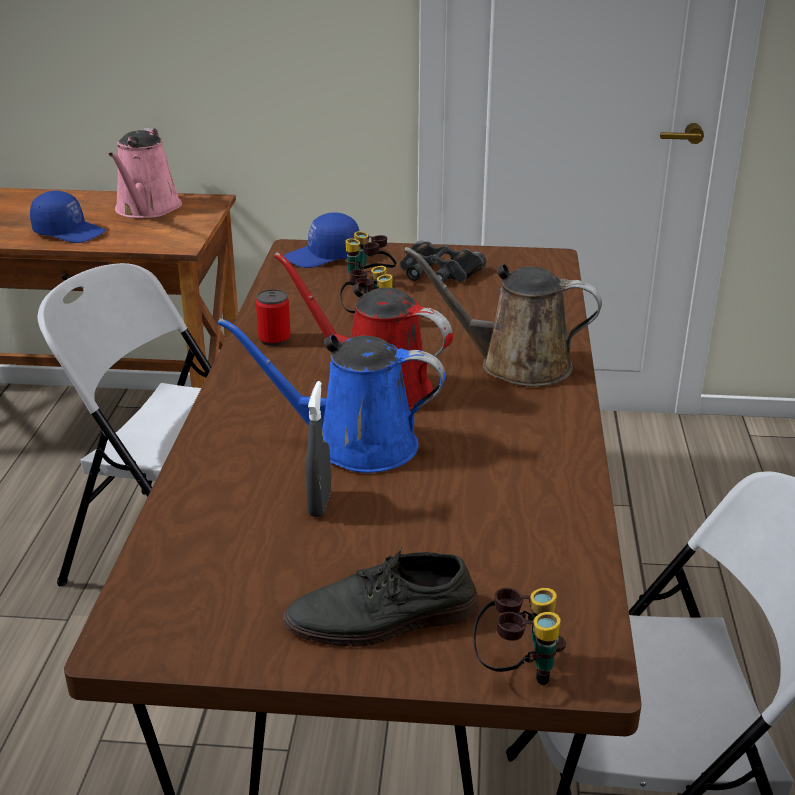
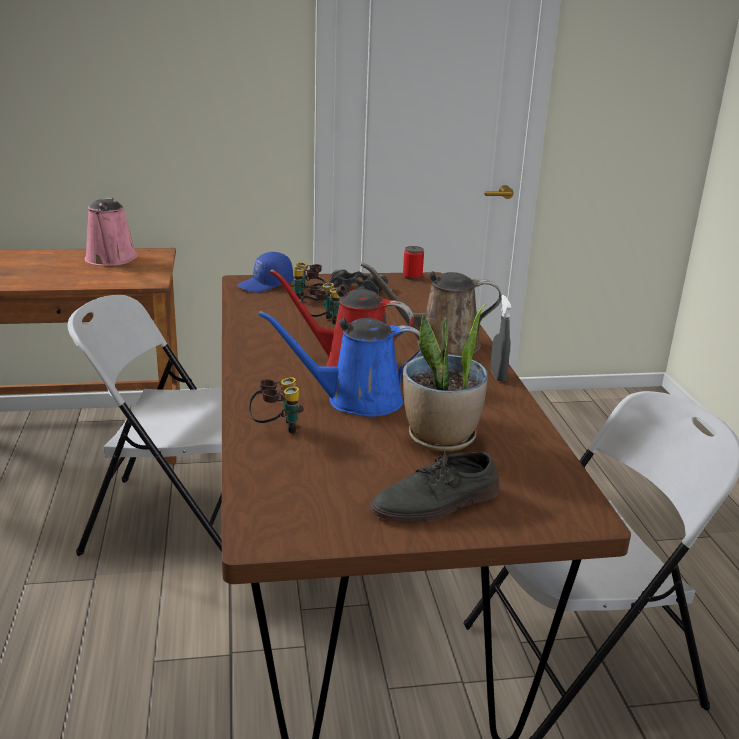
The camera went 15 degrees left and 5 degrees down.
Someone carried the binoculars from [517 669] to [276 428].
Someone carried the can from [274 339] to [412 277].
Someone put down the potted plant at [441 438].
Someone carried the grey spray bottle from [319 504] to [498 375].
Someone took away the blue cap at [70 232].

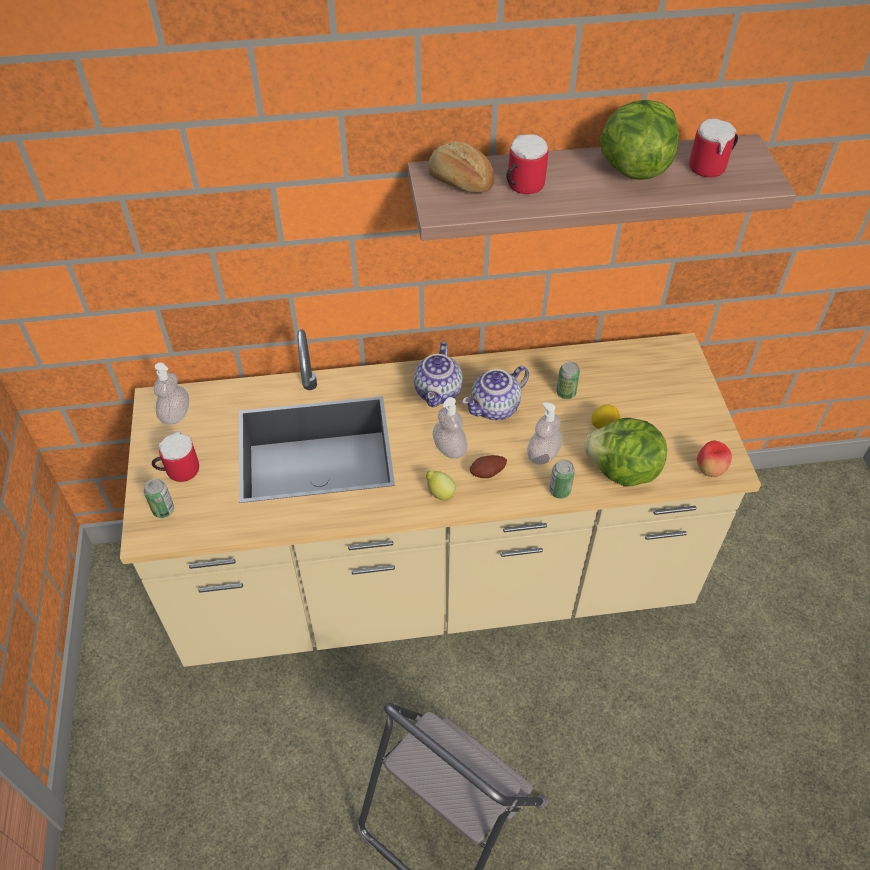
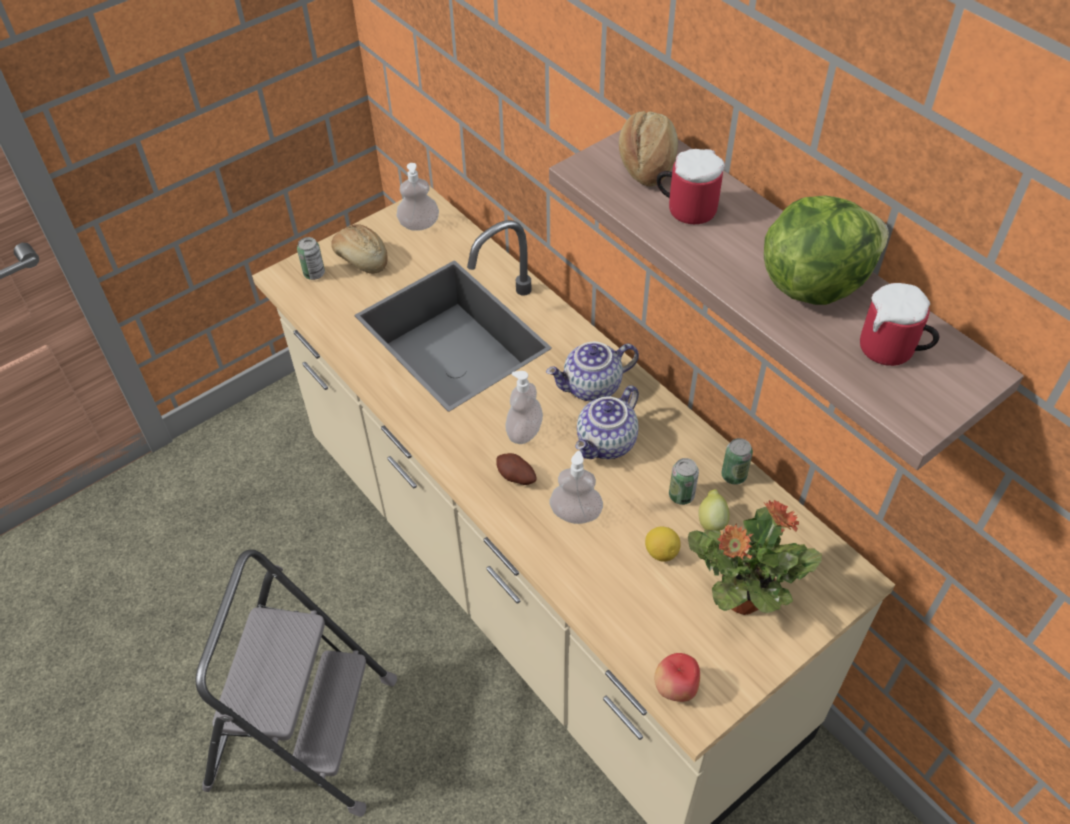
The camera went 60 degrees right and 0 degrees up.
Someone swapped the mug at [178 470] for the bread at [361 259].
Someone rotated the teapot at [495 408] by 75 degrees counterclockwise.
Someone put down the potted plant at [741 597].
Someone carried the lemon from [440 493] to [711 521].
Someone carried the can from [559 491] to [733 475].
Someone took away the lettuce at [622 472].

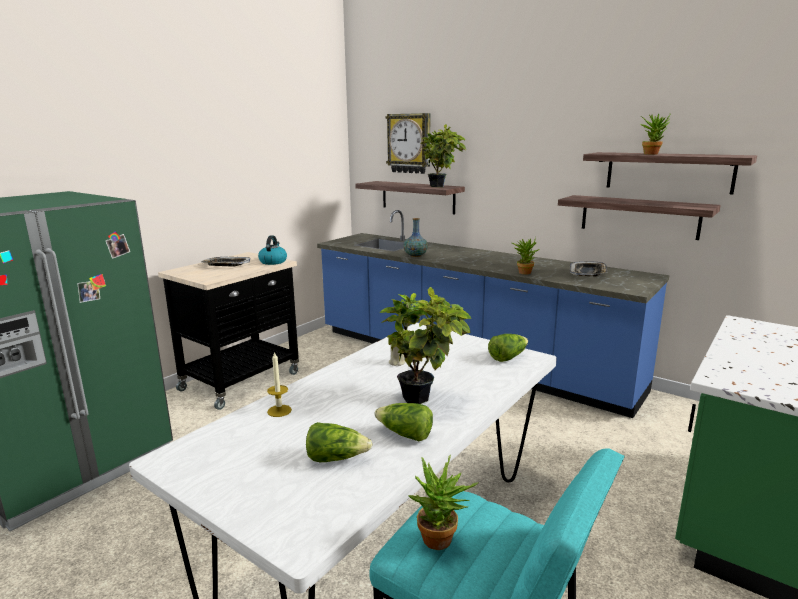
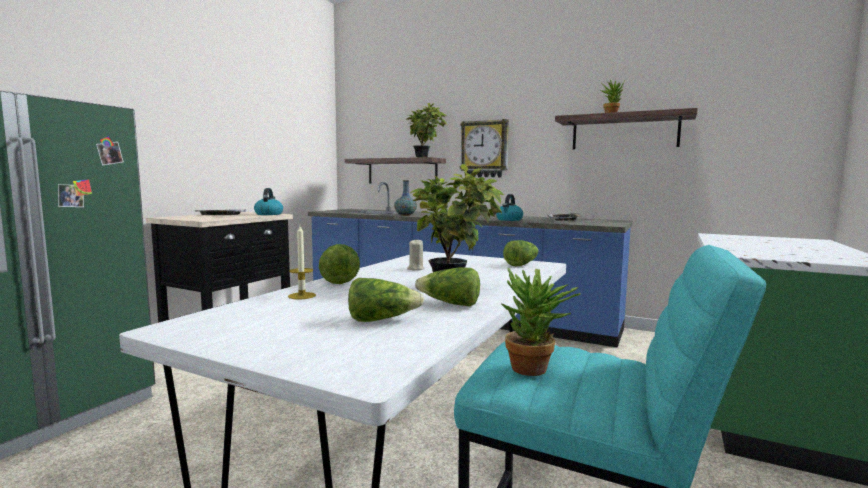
The camera went 10 degrees left and 10 degrees down.
Someone put down the lettuce at [340 280].
Someone carried the wall clock from [409 143] to [484 149].
Someone swapped the potted plant at [524 272] for the kettle at [509 220].
Someone took away the shelf at [639 216].

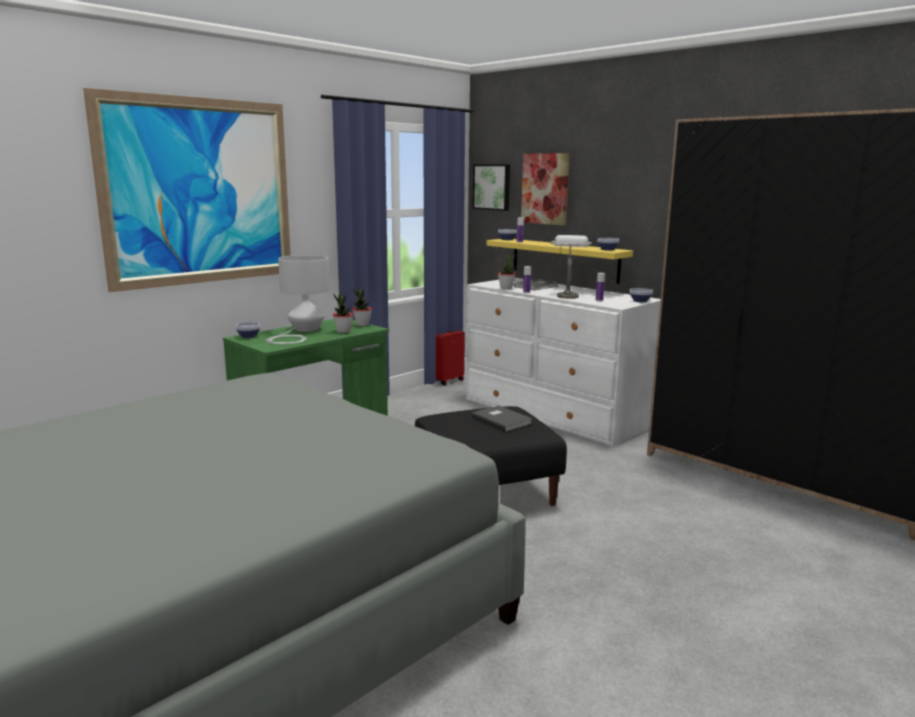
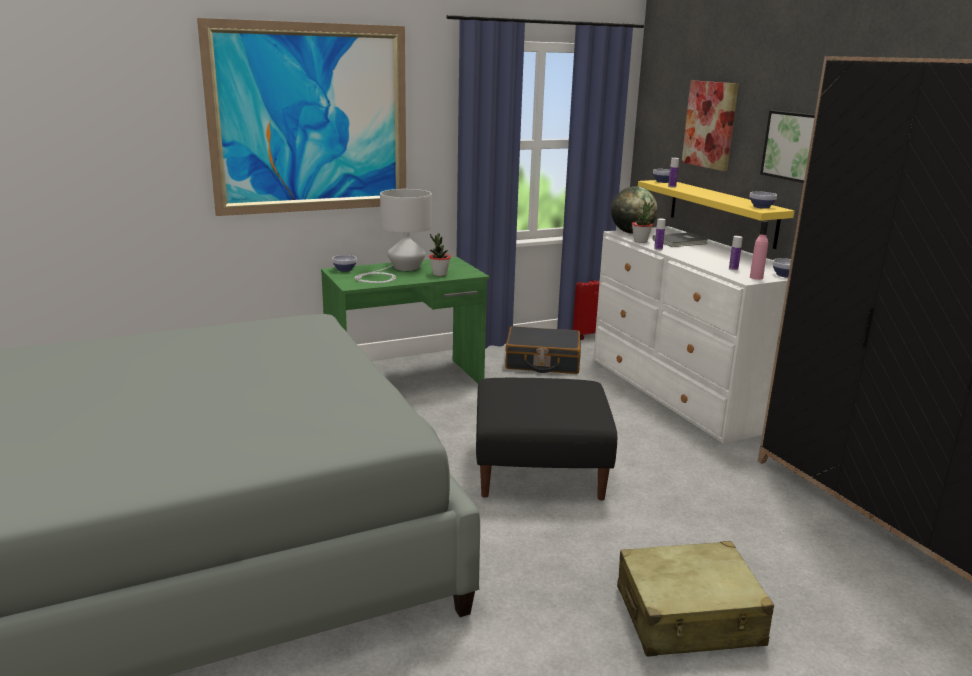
The camera went 20 degrees right and 5 degrees up.
Someone put down the black suitcase at [542 362].
Someone put down the globe at [631 233].
Someone put down the beige suitcase at [689 617].
Someone put down the pink bottle at [756 277].
Someone carried the picture from [492 187] to [794 146].
Someone took away the potted plant at [362 325].
Someone took away the grey book at [502 420].
Someone took away the grey table lamp at [567 295].

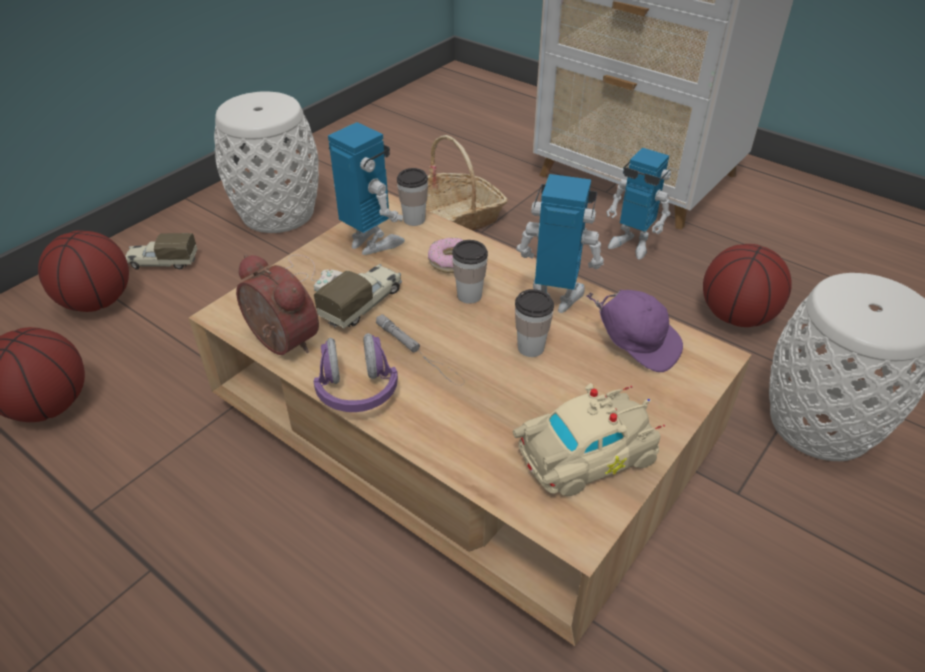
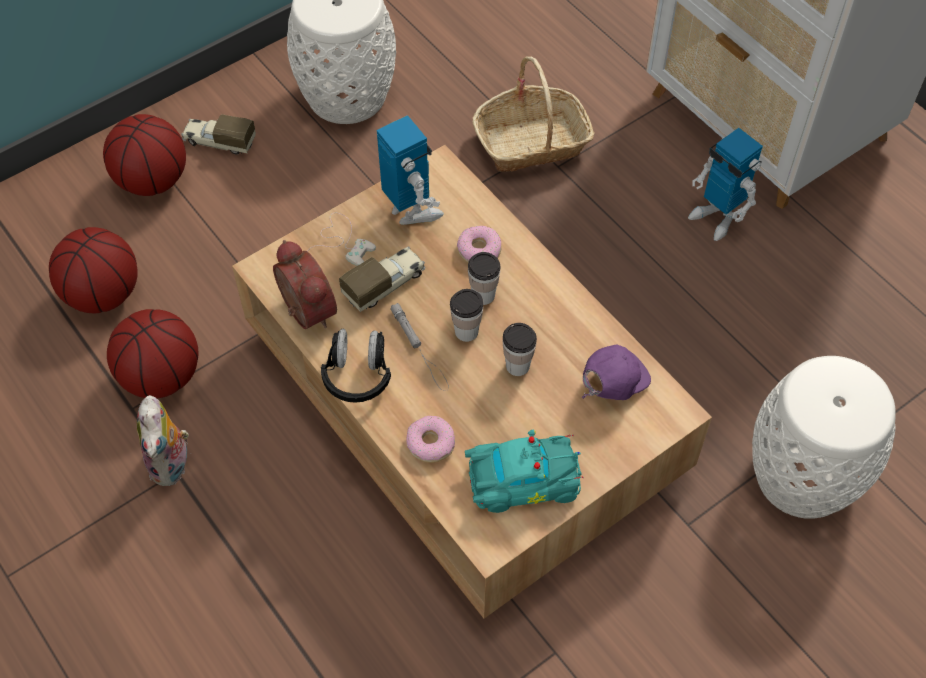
The camera went 15 degrees right and 15 degrees up.
Someone carried the basketball from [737 316] to [162 376].
Someone put down the plush toy at [172 464].
Someone repainted the purple headphones at [357 390], which became the black headphones at [358 375].
Someone put down the donut at [431 443].
Someone carried the cup from [414 219] to [466 332].
Someone repainted the beige toy car at [582 454], which became the turquoise toy car at [520 479].
Someone rotated the purple cap at [636 344] by 90 degrees counterclockwise.
Someone took away the toy robot at [555 298].

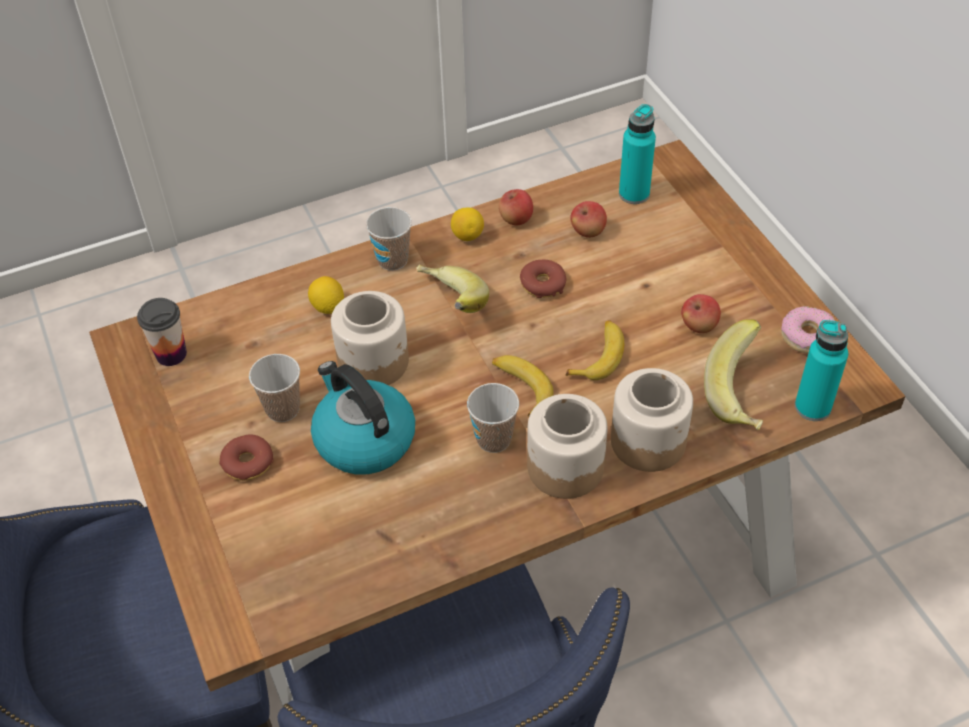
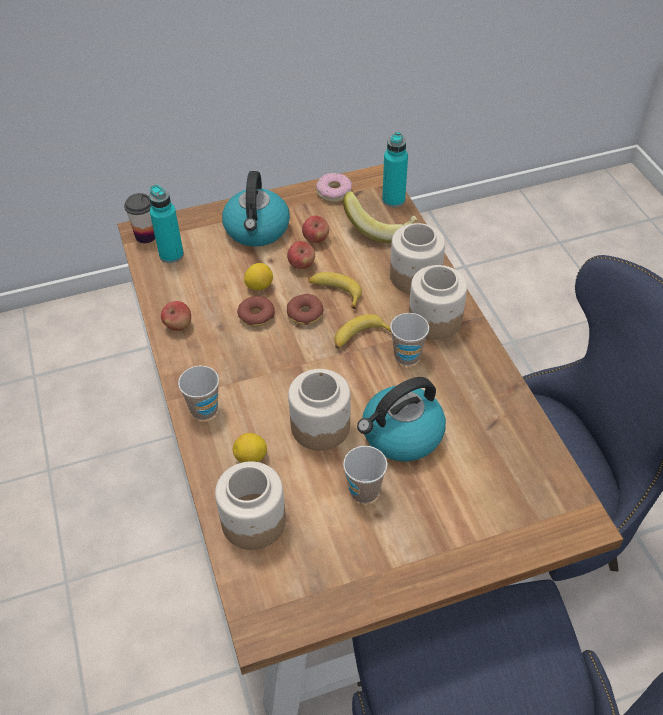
The camera went 85 degrees left and 0 degrees up.
Someone carried the cup from [171 354] to [146 236].
Someone put down the jar at [252 521].
Someone put down the kettle at [257 230].
Someone carried the lemon from [467 236] to [259 286].
Someone carried the apple from [588 232] to [301 265].
Someone carried the donut from [248 463] to [305 314].
Someone took away the banana at [449 305].

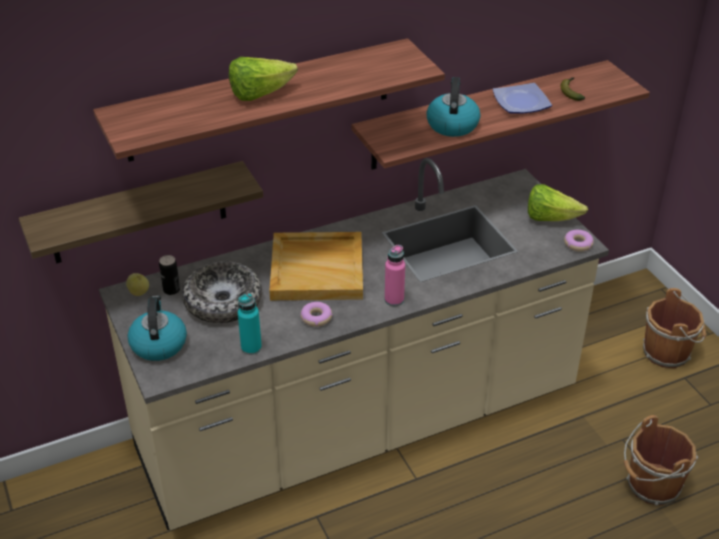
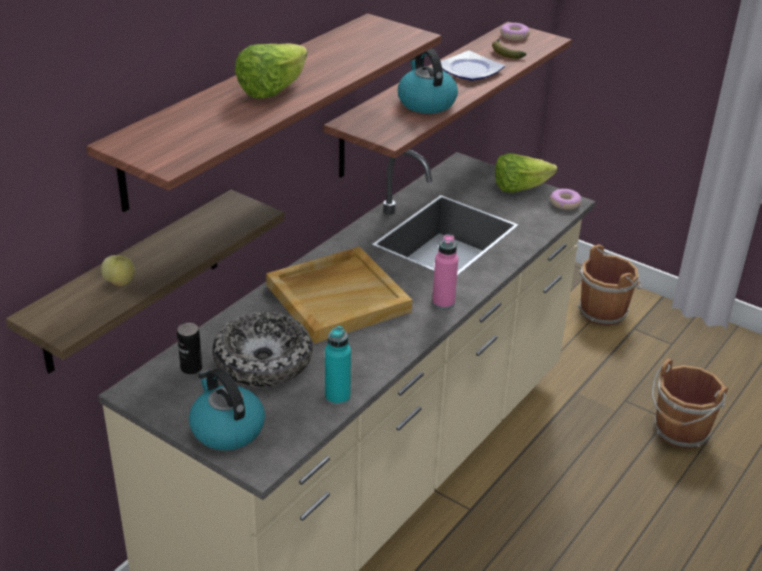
The camera went 30 degrees left and 5 degrees down.
Someone carried the apple from [139 292] to [120 282].
Someone carried the donut from [316 318] to [514 36].

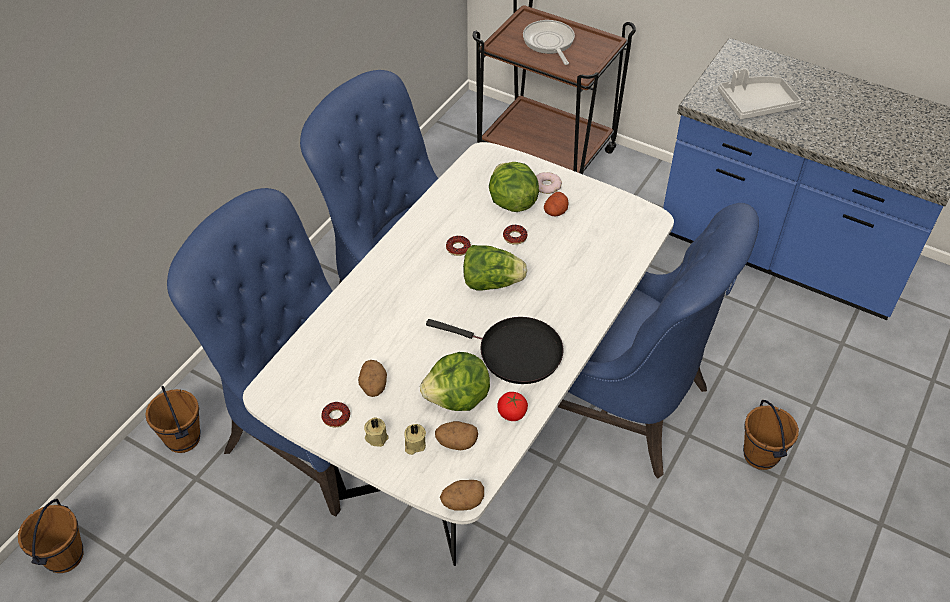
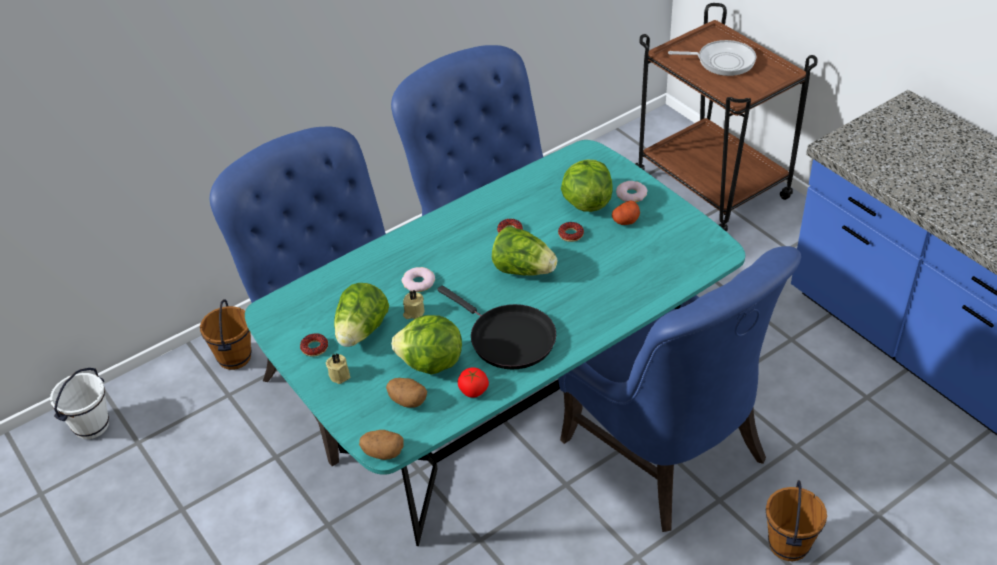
The camera went 25 degrees right and 5 degrees down.
Someone repainted the brown bucket at [64 556], which became the white bucket at [91 426].
Someone repainted the white dining table at [475 421], which became the turquoise dining table at [506 421].
Someone swapped the potato at [373 387] for the lettuce at [361 331].
Someone put down the donut at [418 282].
Someone carried the beige candle from [414 444] to [413 312].
Someone rotated the frying pan at [549 43] by 90 degrees clockwise.
Someone took away the grey tray at [756 104].

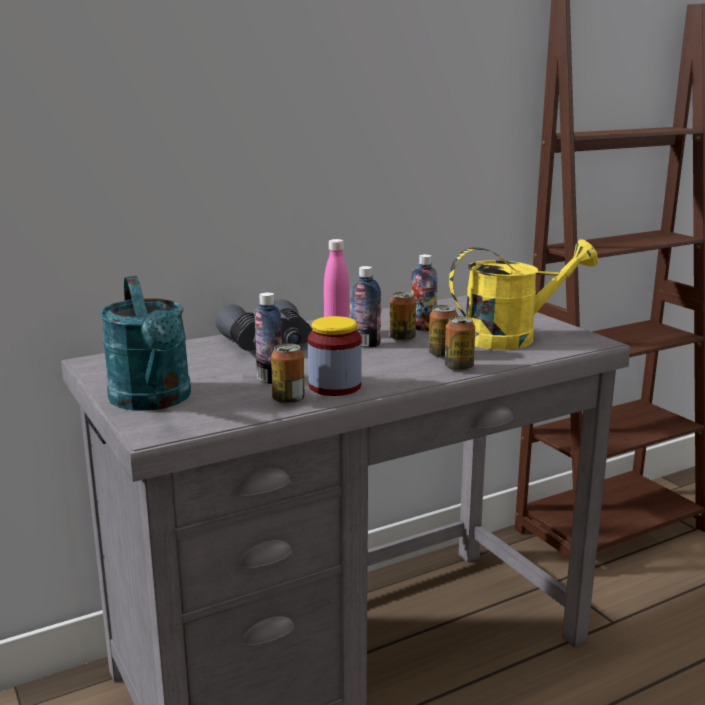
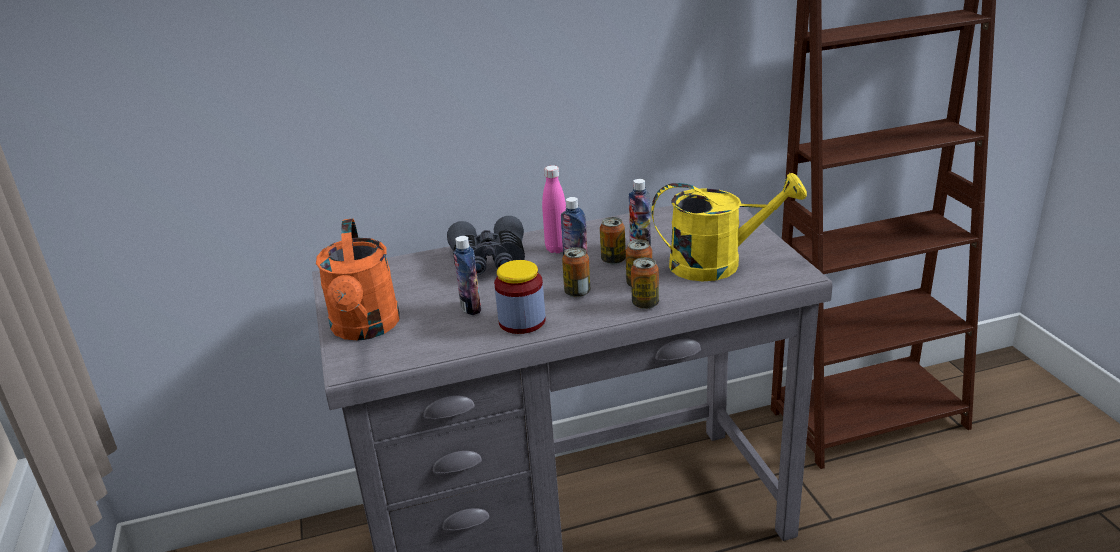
The camera went 15 degrees right and 10 degrees up.
Someone repainted the turquoise watering can at [153 401], which became the orange watering can at [365 328].
Someone carried the can from [288 400] to [577 292].

